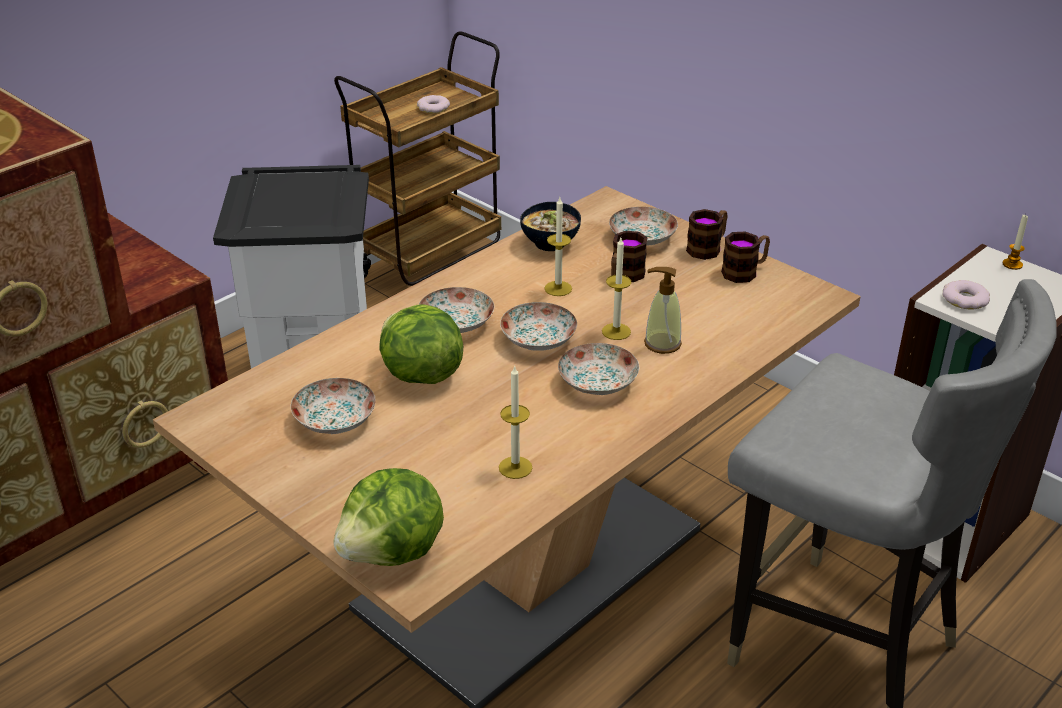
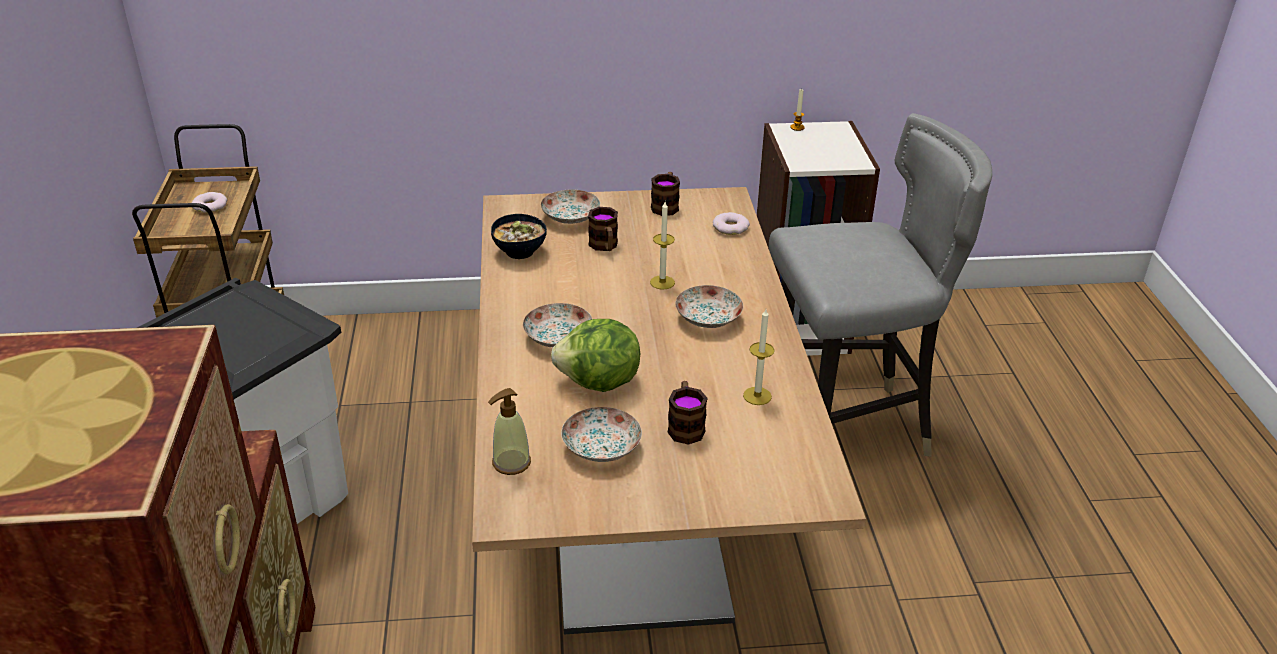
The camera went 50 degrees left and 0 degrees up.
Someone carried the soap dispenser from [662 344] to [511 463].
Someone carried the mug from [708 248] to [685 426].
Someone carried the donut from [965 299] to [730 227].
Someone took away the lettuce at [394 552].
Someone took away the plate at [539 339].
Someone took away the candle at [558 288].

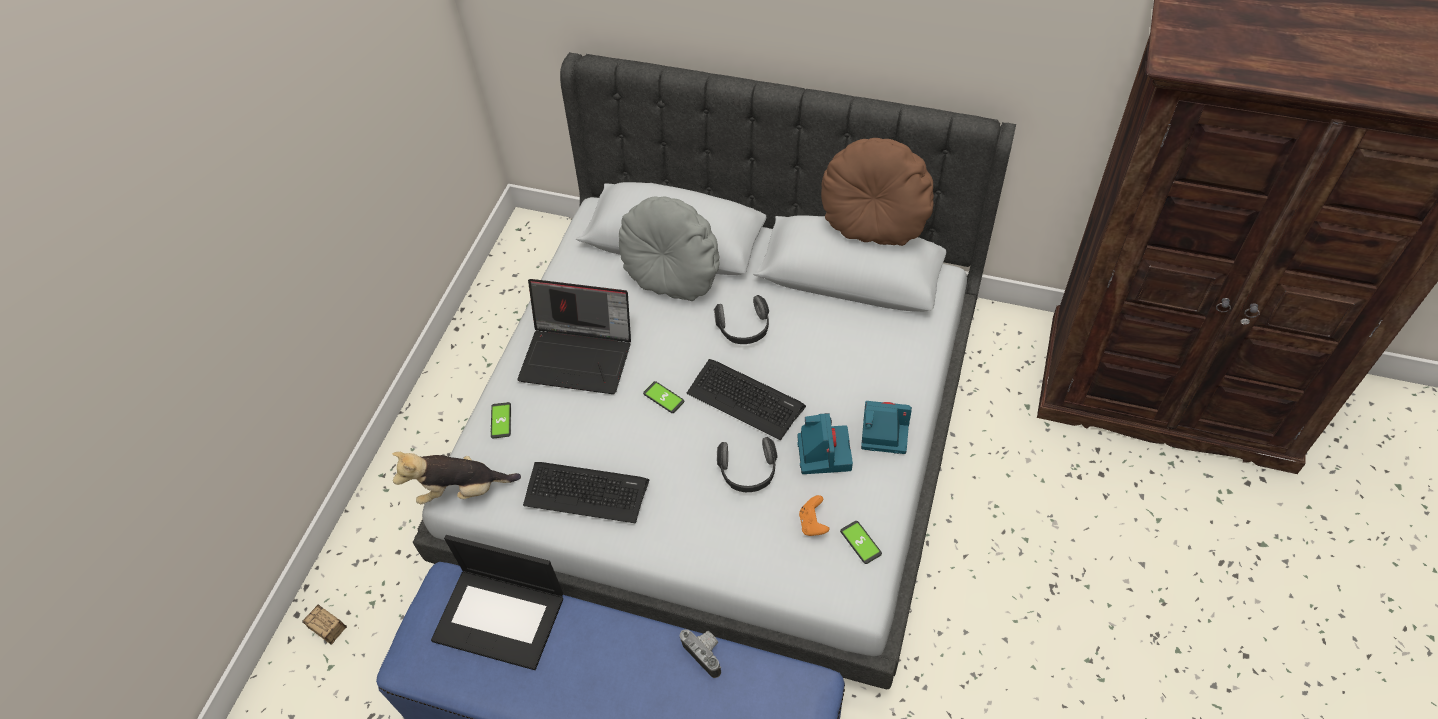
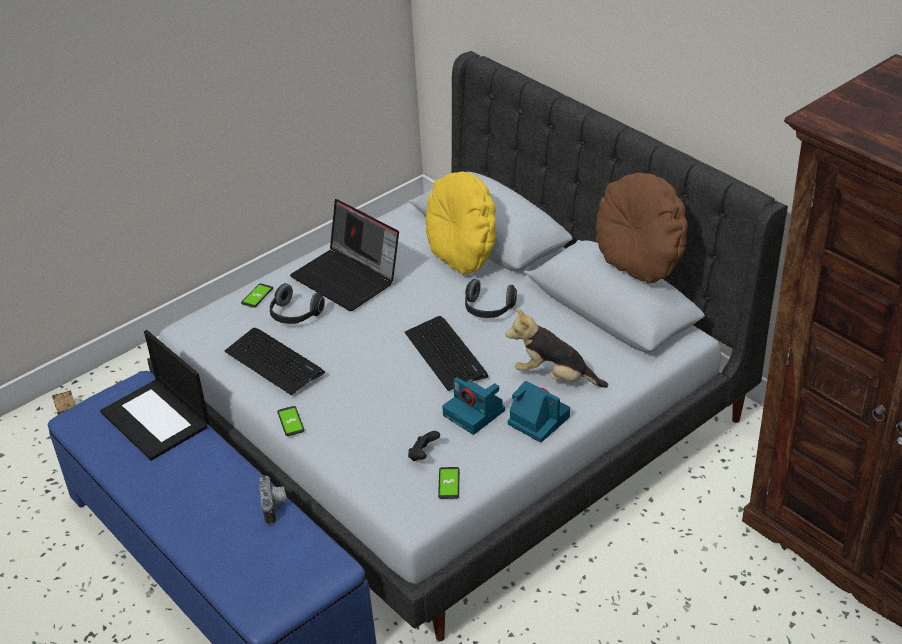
The camera went 30 degrees right and 15 degrees down.
Someone carried the headphones from [748 472] to [295 316].
Someone carried the phone from [663 397] to [290 421].
Someone repainted the orange game controller at [813 523], which became the black game controller at [423 455].
Someone repainted the grey pillow at [672 281], which became the yellow pillow at [462 258].
Someone rotated the photo camera at [823 452] by 105 degrees clockwise.
Someone carried the plush toy from [462 490] to [554 377].

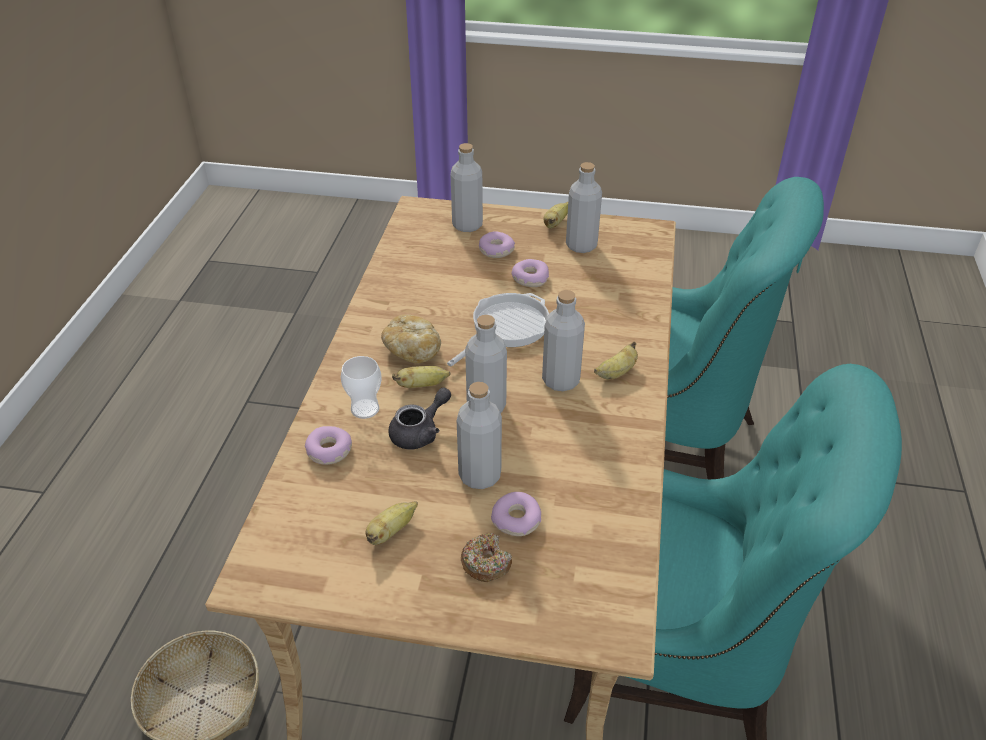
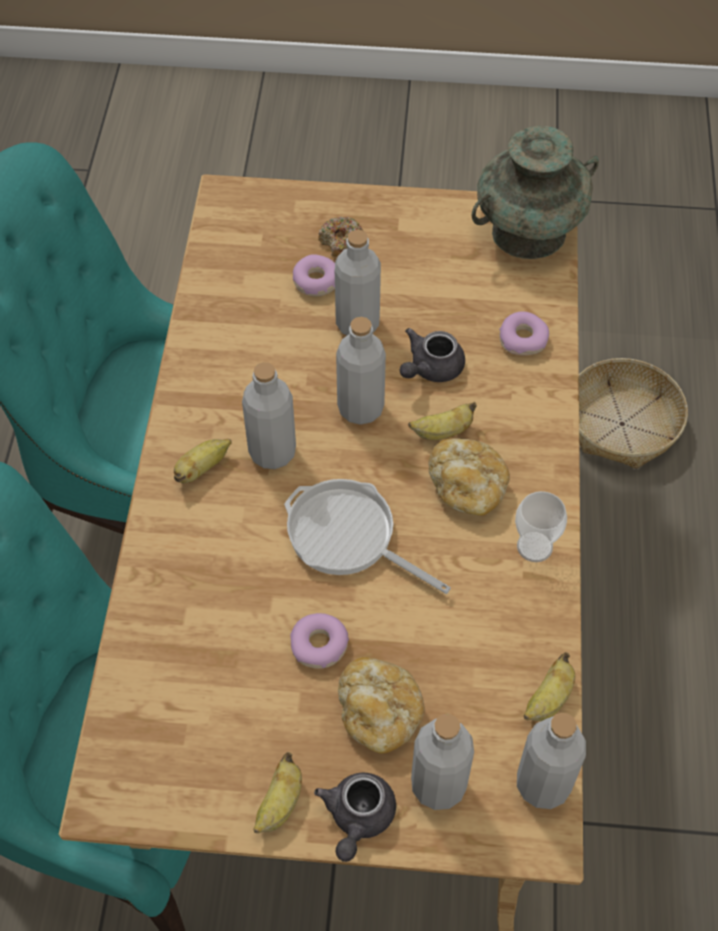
The camera went 175 degrees right and 15 degrees up.
Someone rotated the frying pan at [506 328] by 90 degrees clockwise.
Someone put down the grey teapot at [357 818].
Someone swapped the donut at [496 250] for the bread at [379 713].
Someone put down the turquoise vase at [529 232].
Someone carried the cup from [365 409] to [534 546].
Someone carried the grey bottle from [581 245] to [543 784].
Someone carried the banana from [391 531] to [548 700].

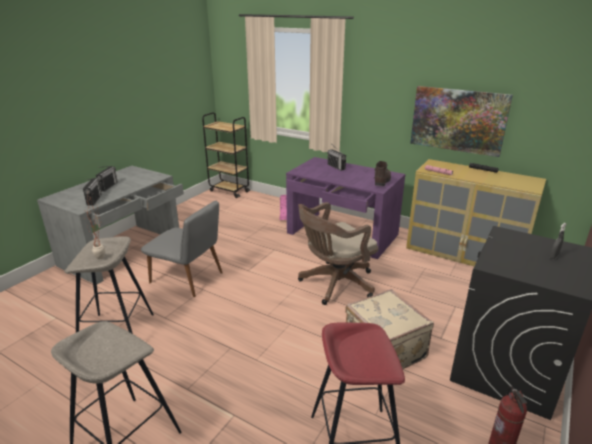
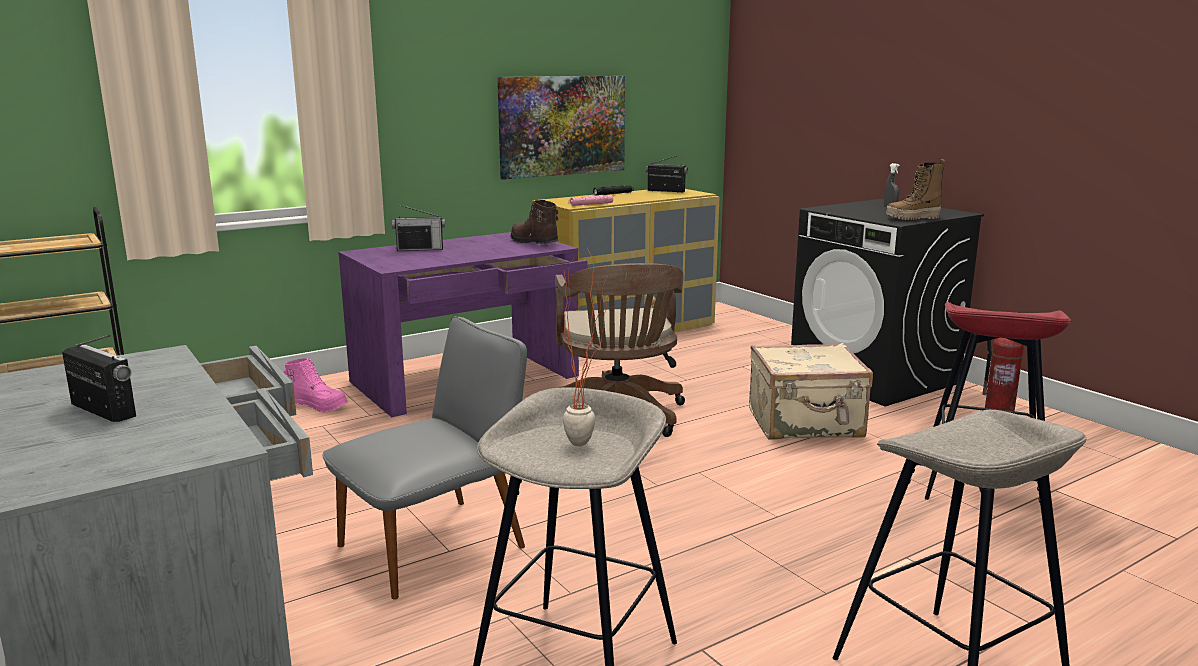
The camera went 65 degrees left and 10 degrees down.
Someone carried the radio from [94 200] to [666 191].
Someone put down the boot at [912 218].

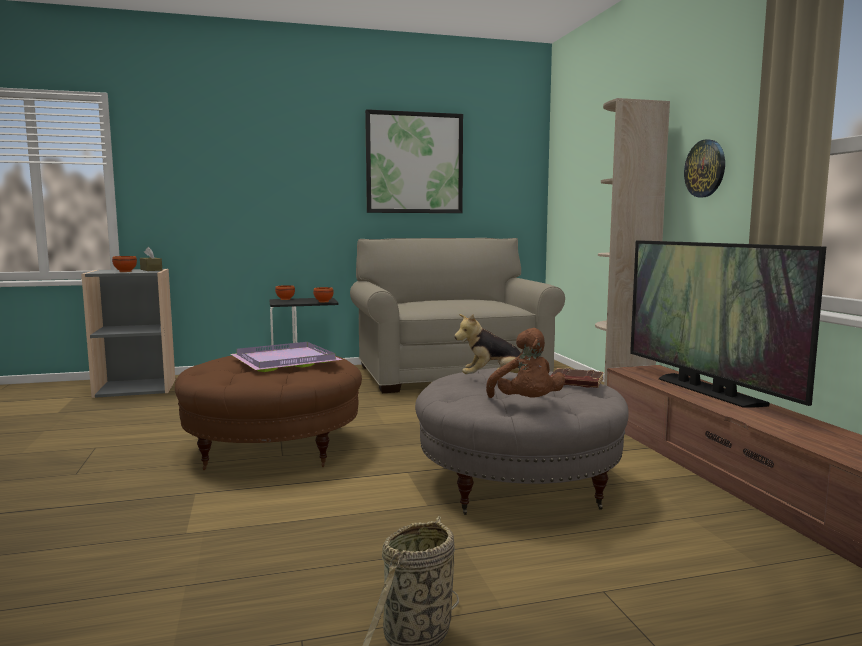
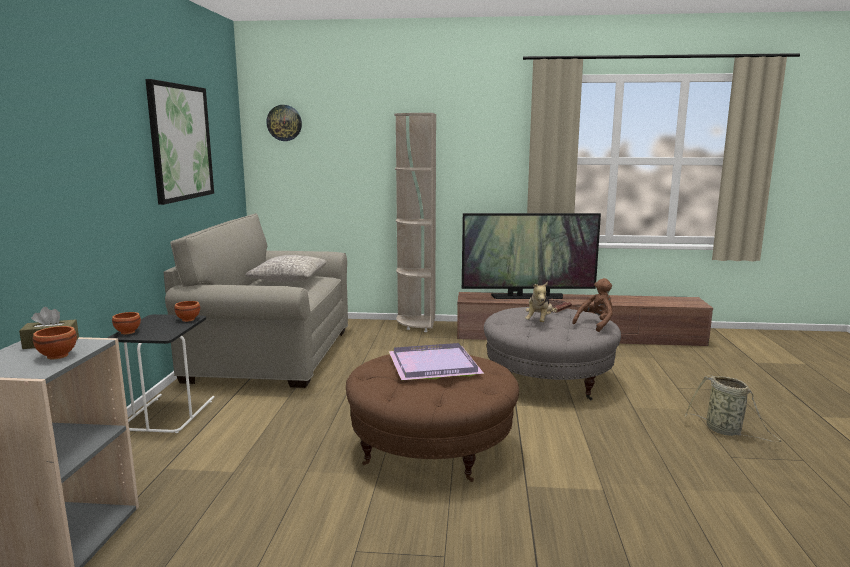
The camera went 70 degrees left and 5 degrees up.
Someone put down the grey pillow at [288 279].
Someone carried the wall clock from [705 168] to [284 123].
Someone rotated the brown plush toy at [526 404] by 45 degrees counterclockwise.

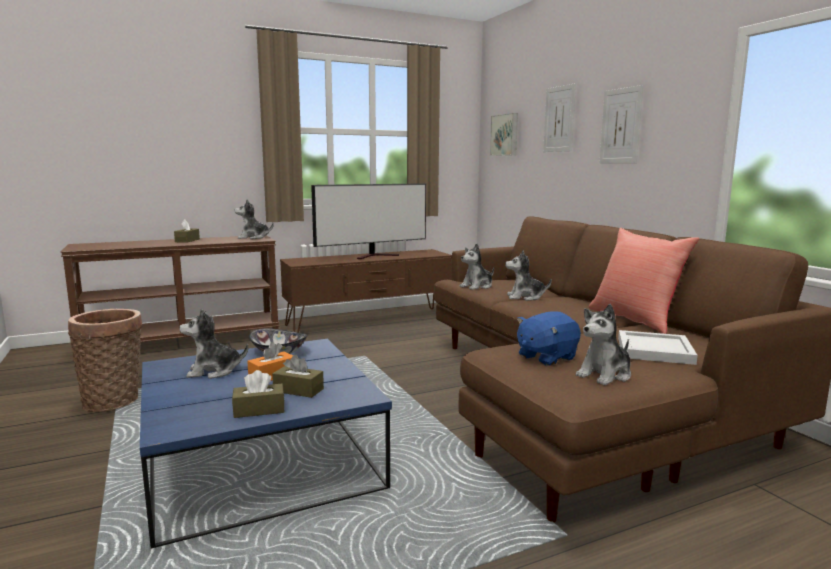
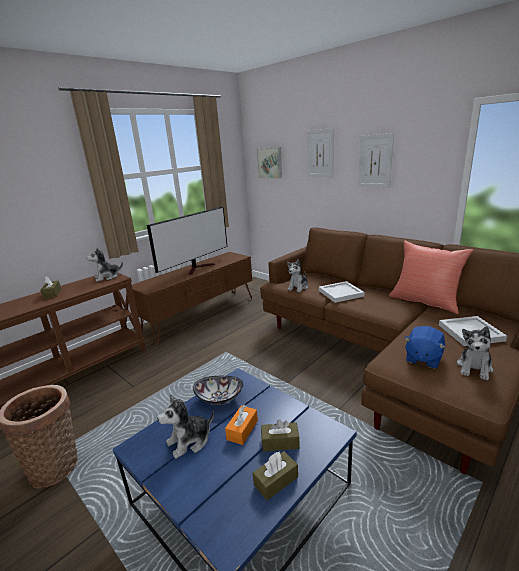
The camera went 20 degrees left and 10 degrees up.
Someone swapped the plush toy at [525 297] for the white tray at [341 293].

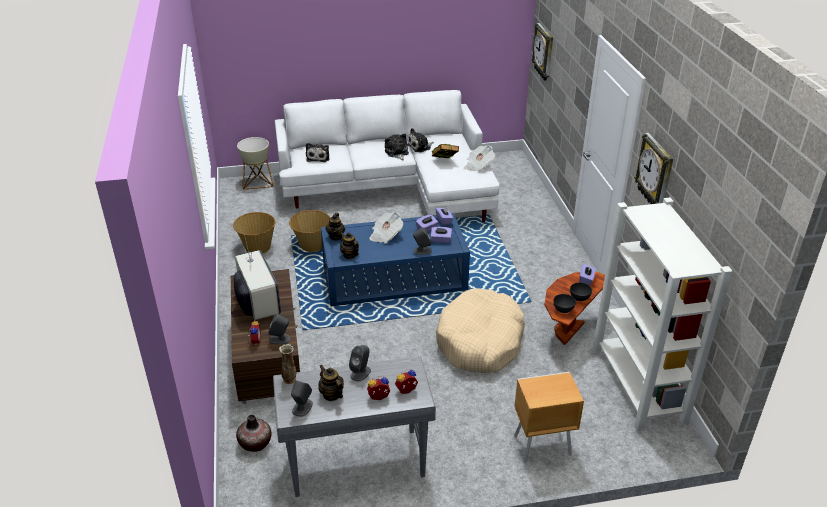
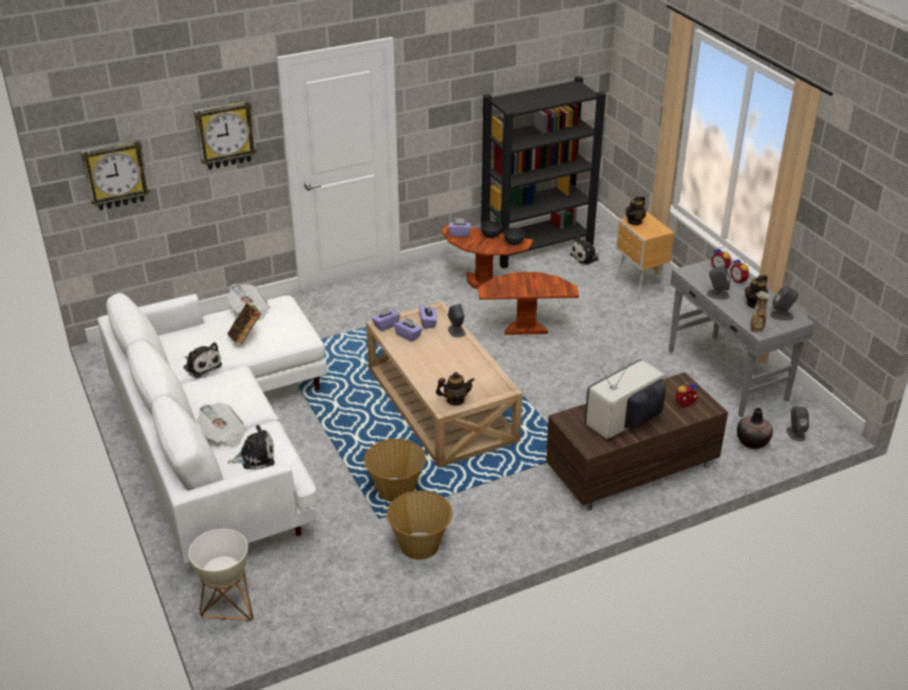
The camera went 105 degrees left and 0 degrees up.
Someone carried the wall clock from [655 173] to [225 134].
Someone carried the newspaper from [385 235] to [223 435].
Someone repainted the blue coffee table at [394 277], which became the beige coffee table at [440 404].
Someone swapped the beige dog bed at [480 341] for the brown side table at [525 329].
Someone repainted the white bookcase at [638 384], which became the black bookcase at [537 245].
Someone carried the plush toy from [397 152] to [586 257].
Someone carried the teapot from [349 255] to [635 221].
Someone carried the grey speaker from [280 339] to [795 433].

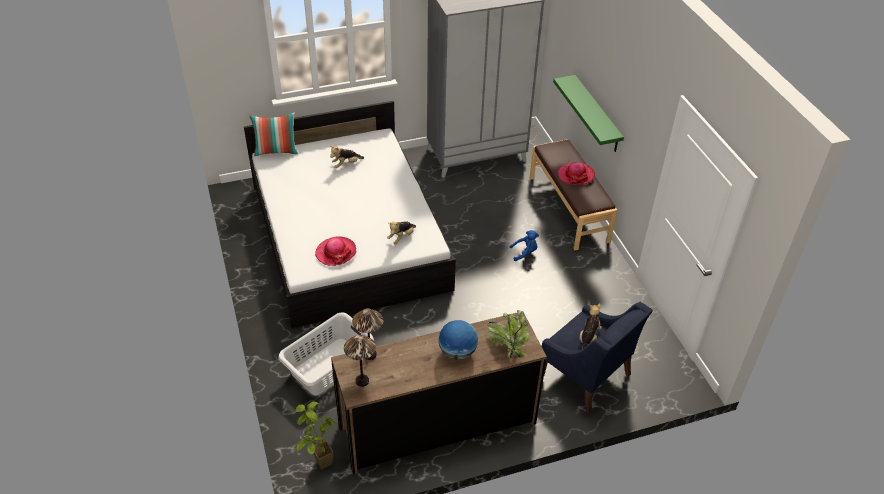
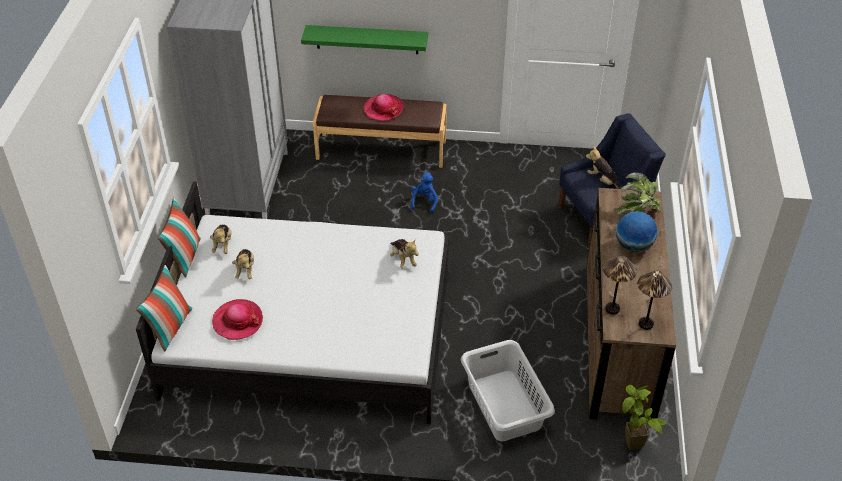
The camera went 65 degrees left and 0 degrees up.
Someone put down the pillow at [184 257].
Someone put down the plush toy at [223 245].
Someone carried the hat from [336 252] to [237 321].

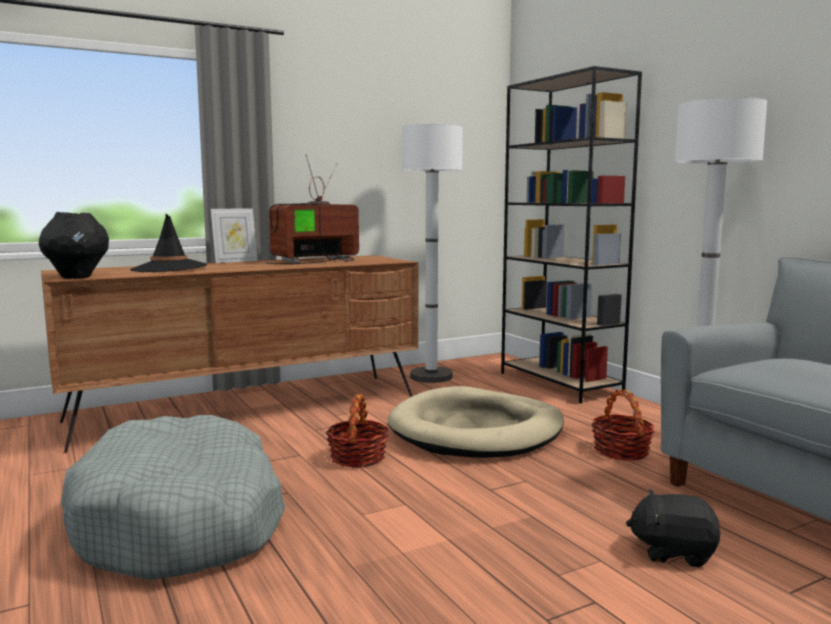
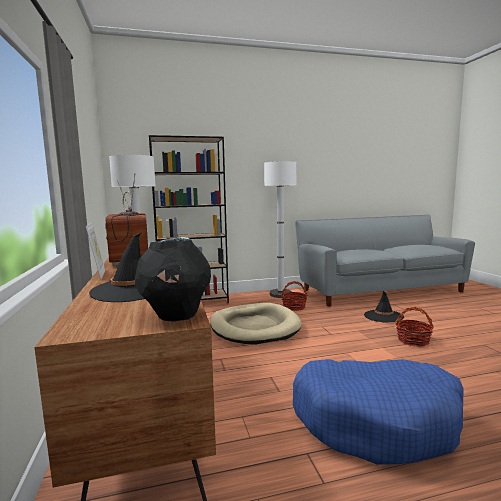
The camera went 75 degrees left and 0 degrees up.
Someone repainted the grey dog bed at [182 522], which became the blue dog bed at [376 420].
Someone swapped the black plush toy at [673 552] for the black hat at [383 316].
Someone carried the basket from [358 458] to [413 340].

